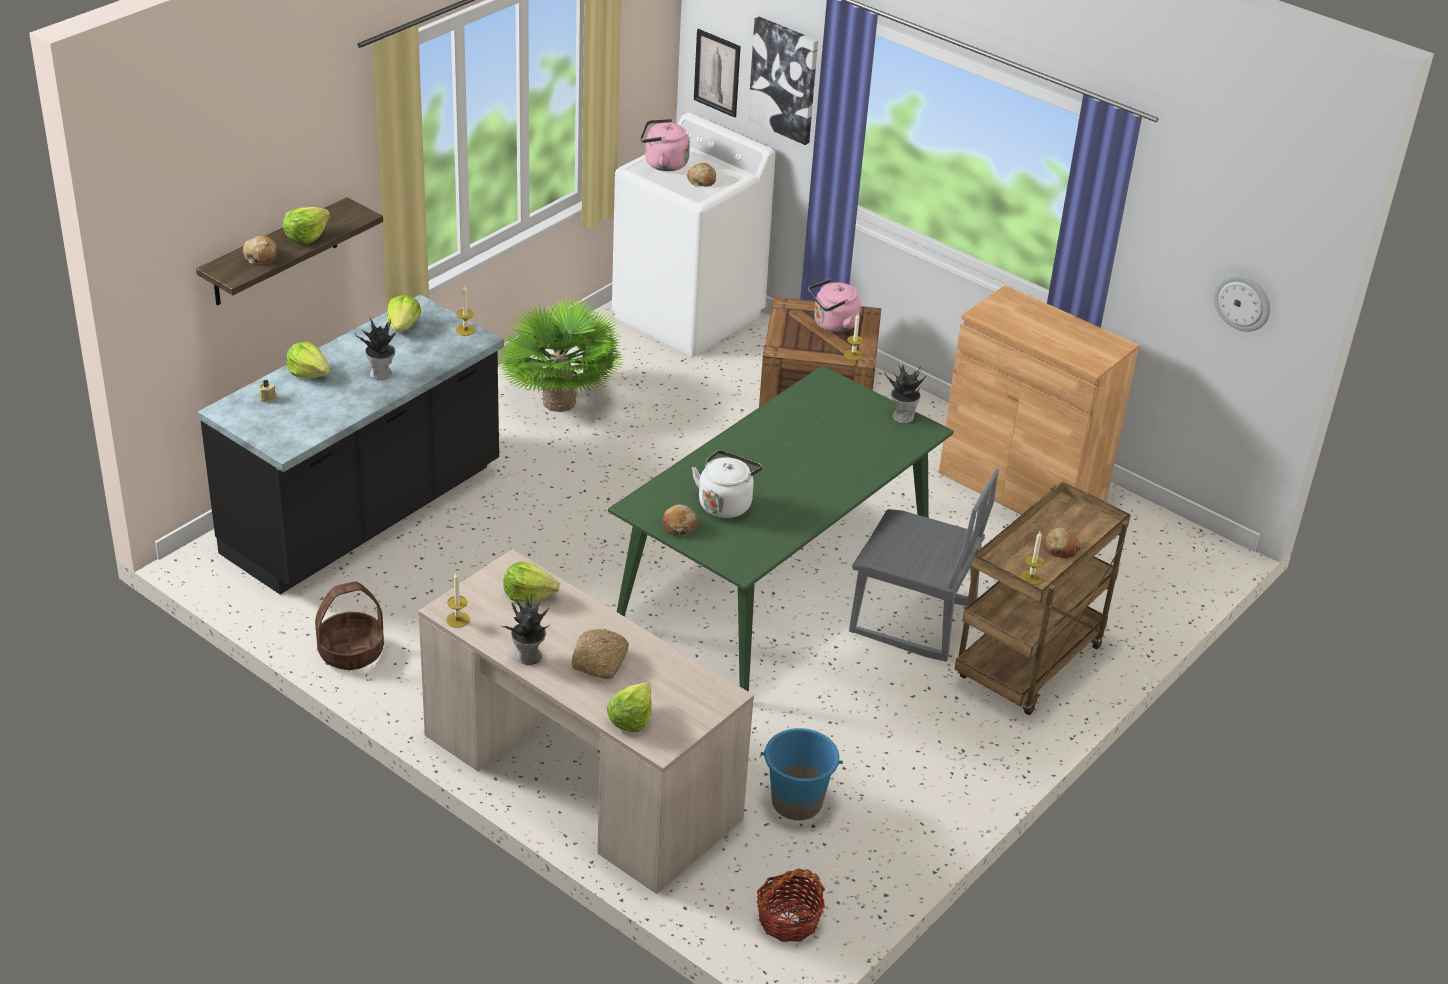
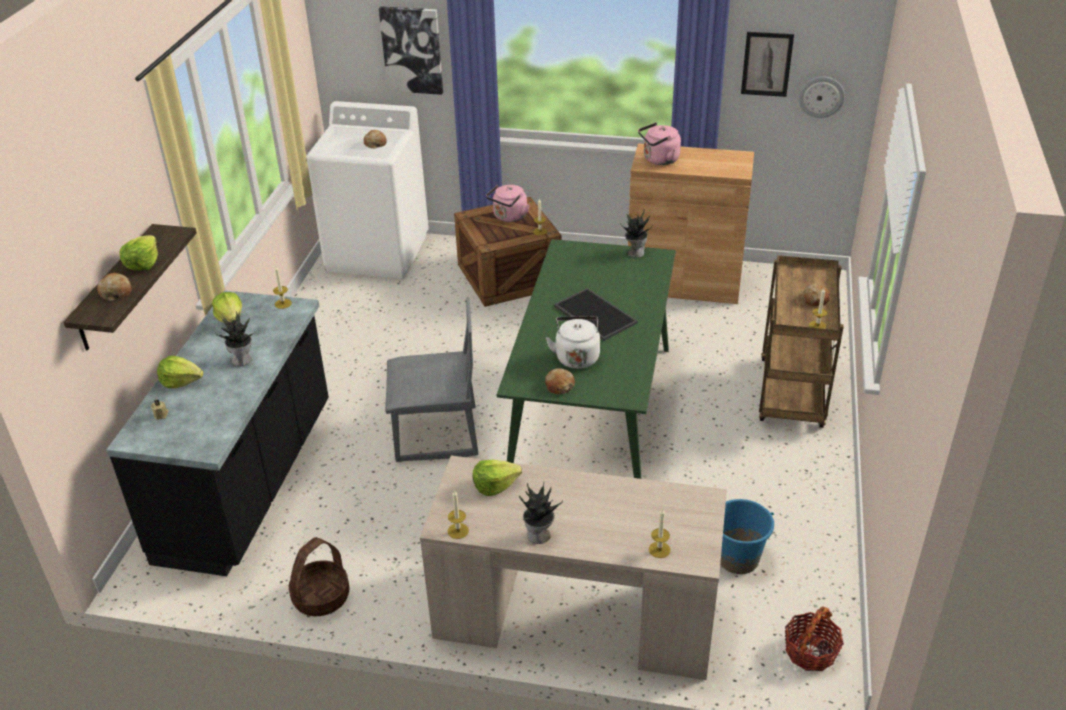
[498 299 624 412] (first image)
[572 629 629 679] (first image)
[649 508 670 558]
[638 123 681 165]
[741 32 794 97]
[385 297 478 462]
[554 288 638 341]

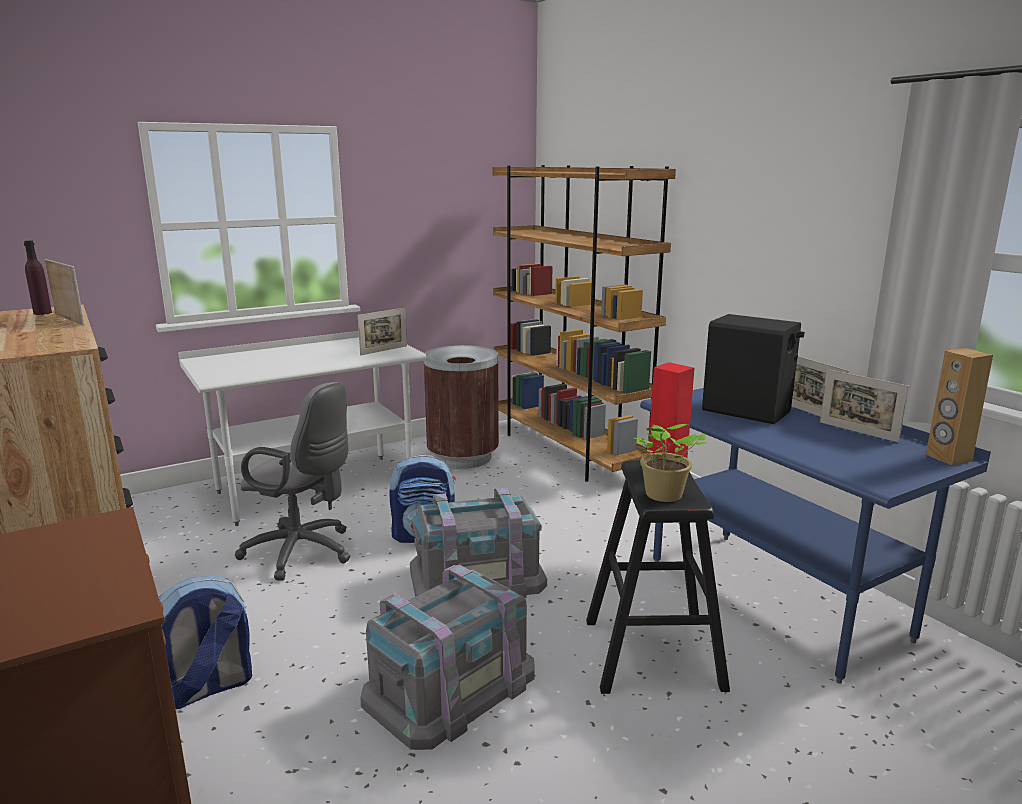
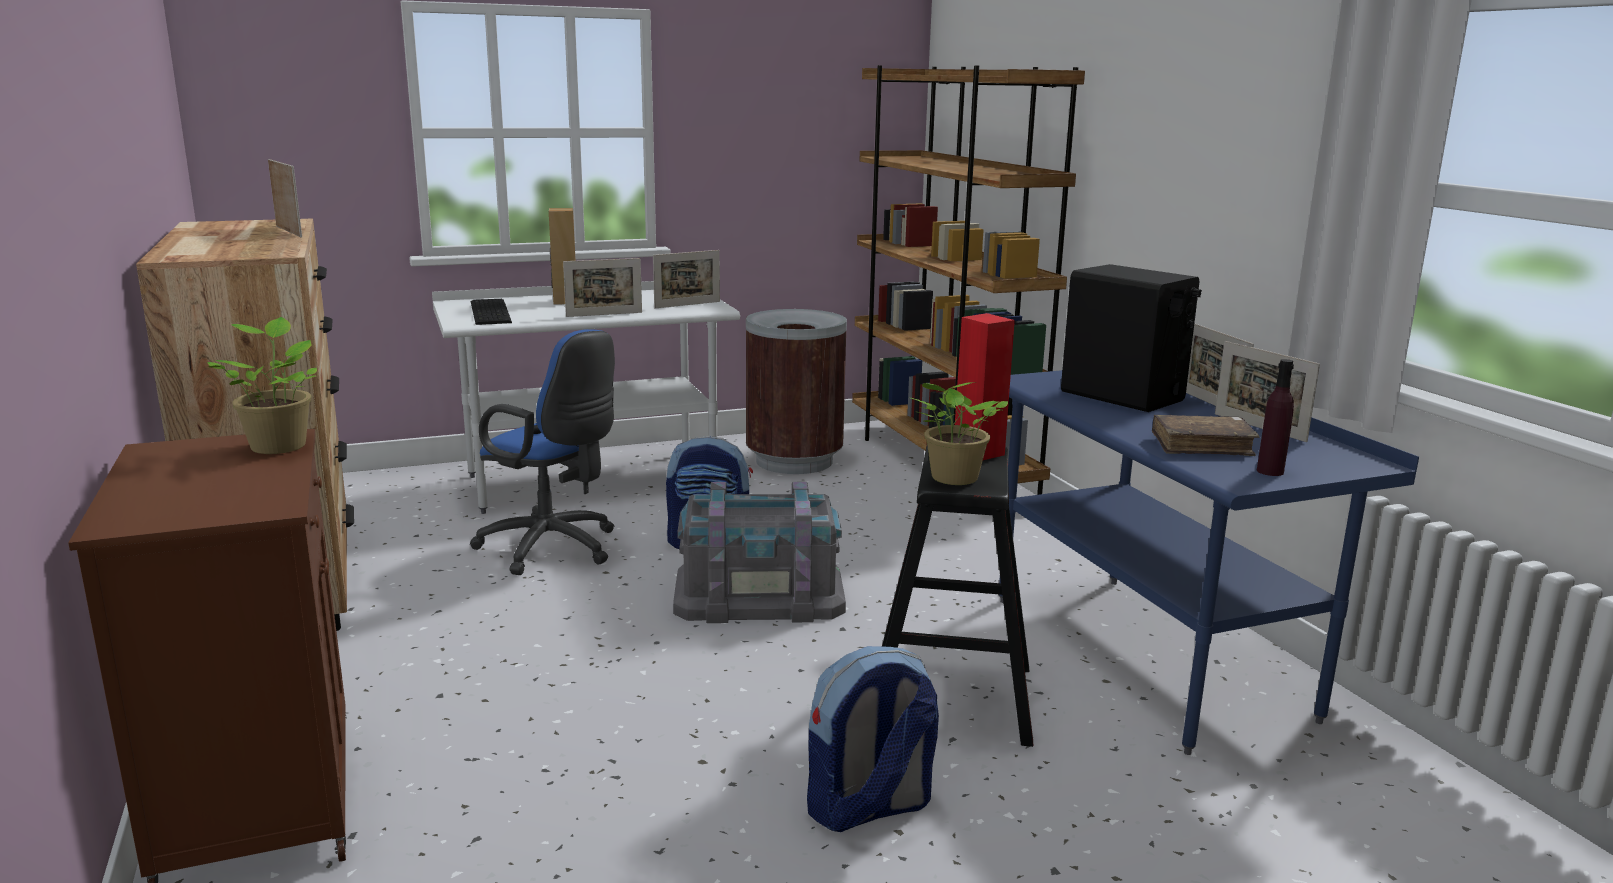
[1257 359 1294 476]
[807 646 939 832]
[470 329 615 575]
[361 565 535 750] (first image)
[549 208 575 305]
[207 317 317 454]
[471 299 512 325]
[563 258 642 317]
[1152 415 1260 456]

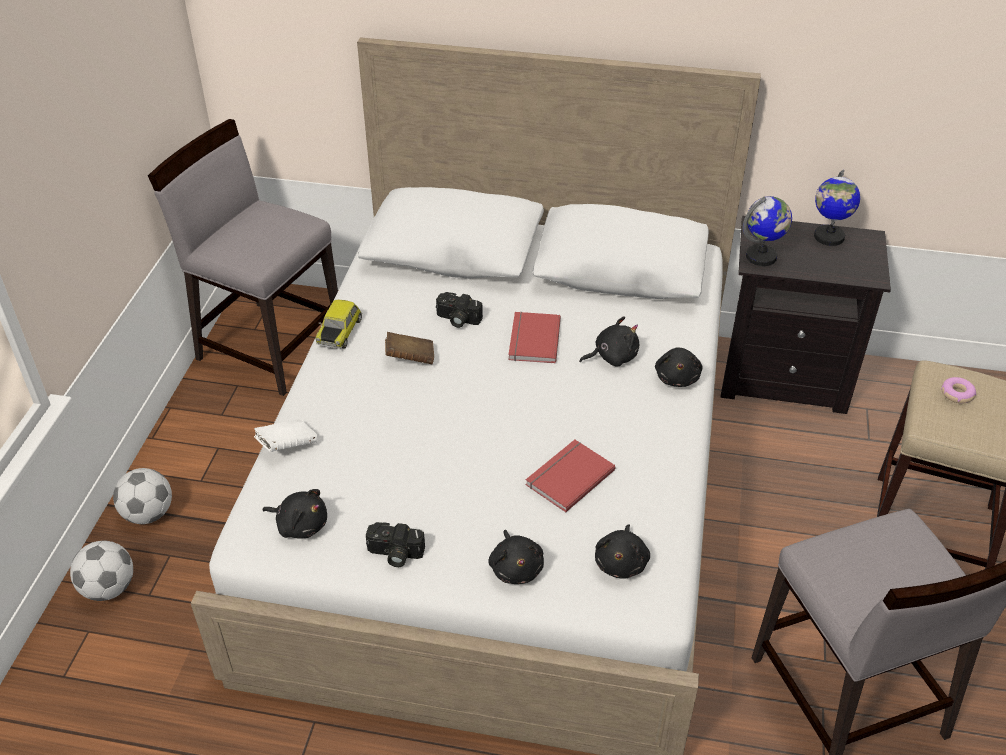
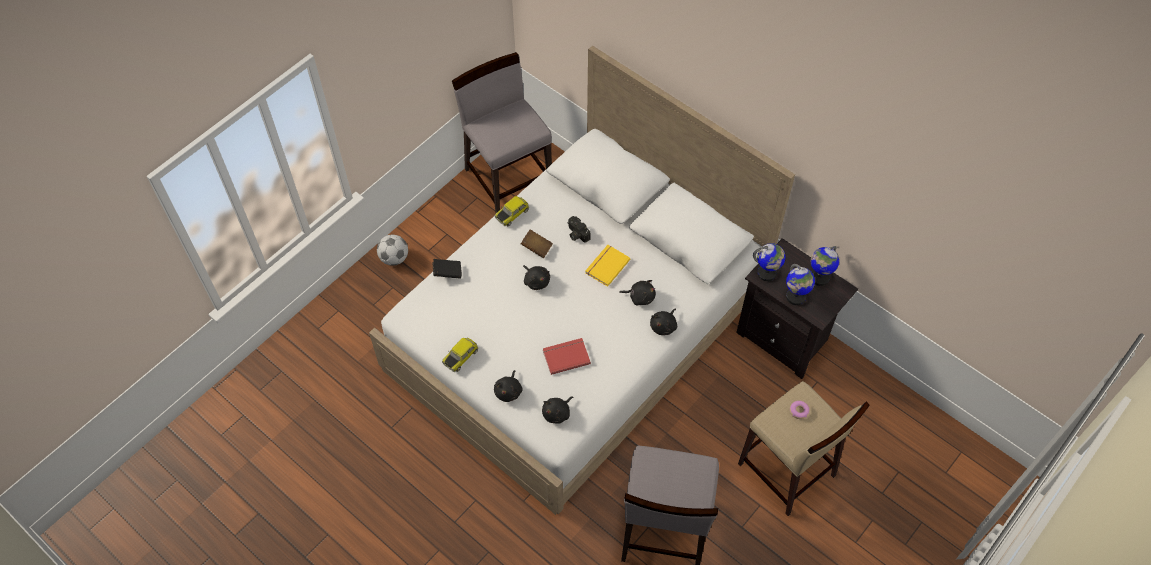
[70 540 133 601] (first image)
[433 259 462 279]
[523 265 550 290]
[442 338 479 372]
[585 245 630 287]
[786 264 815 305]

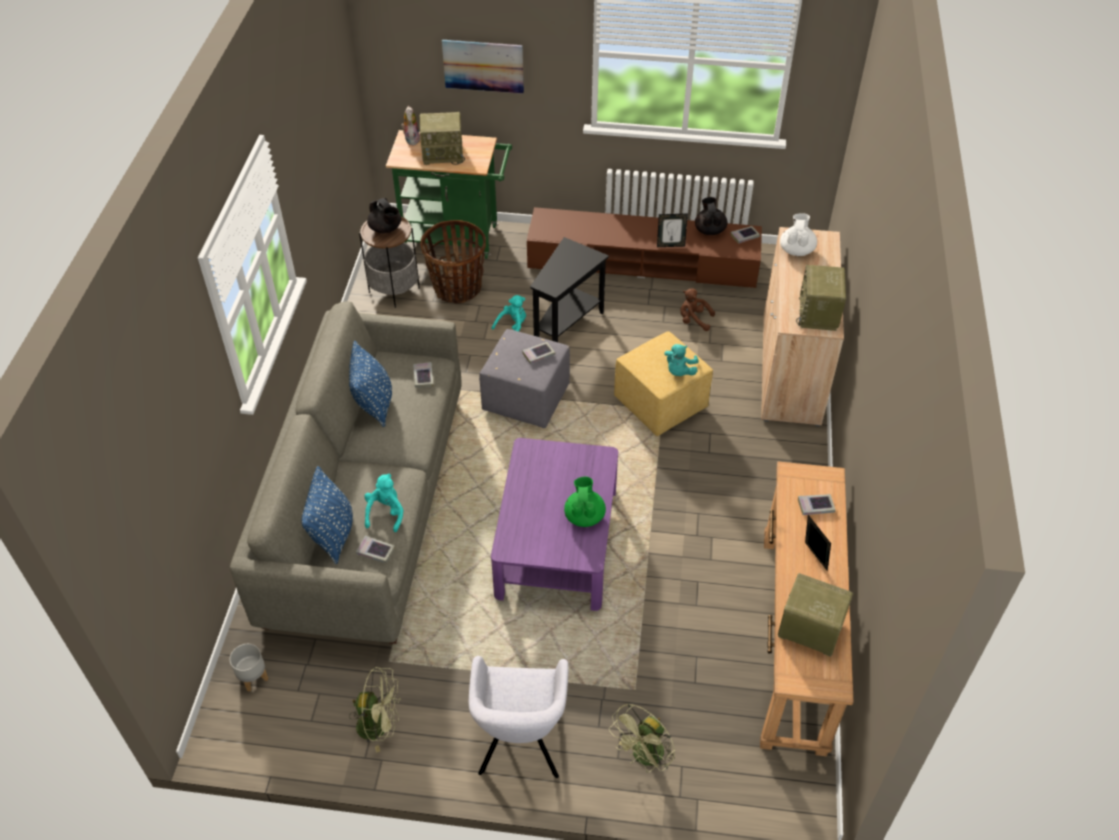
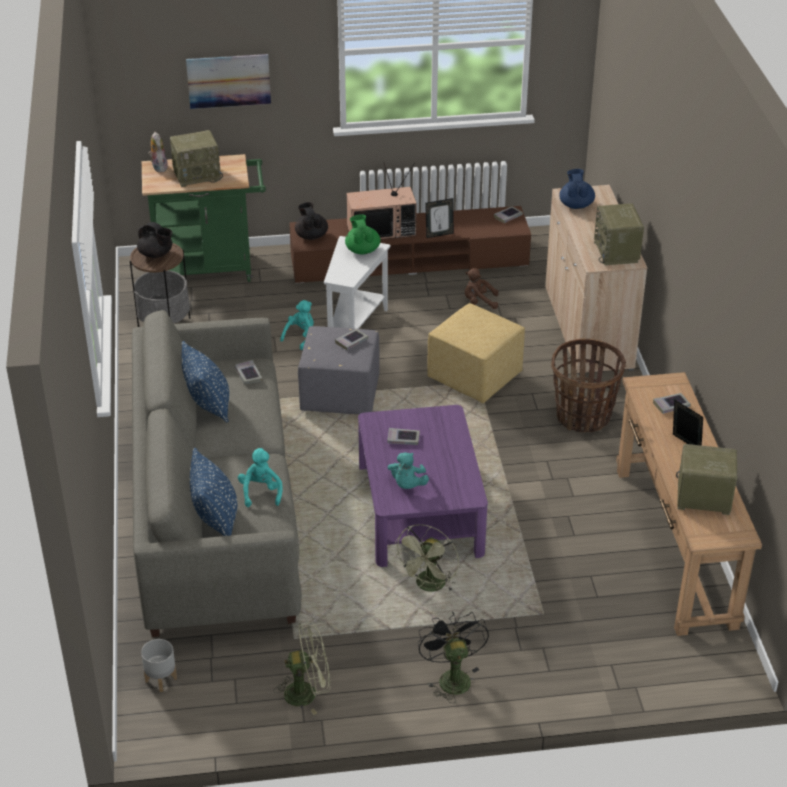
[387 428 420 445]
[551 338 626 432]
[418 612 489 703]
[324 236 390 329]
[345 214 380 255]
[393 524 459 592]
[388 452 429 489]
[295 202 328 240]
[559 169 595 209]
[346 162 417 240]

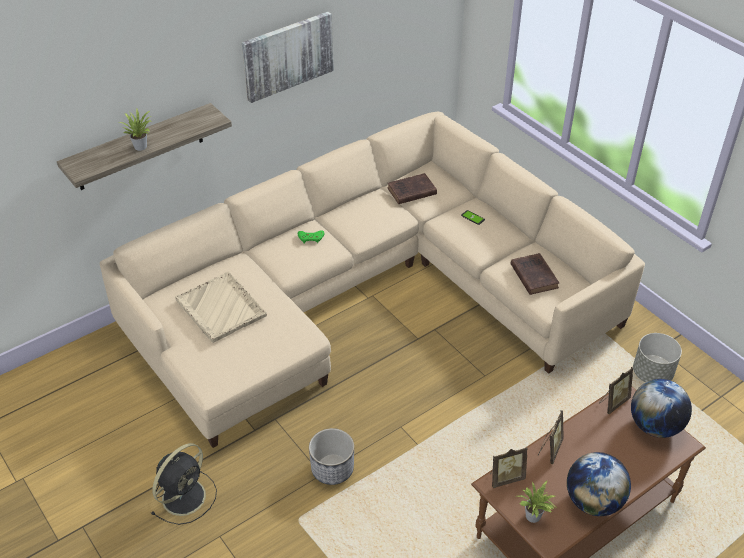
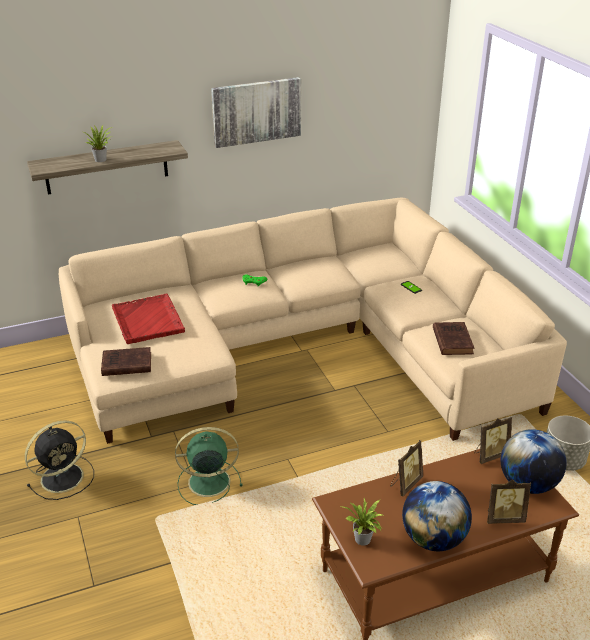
[112 293 185 344]
[175 427 243 505]
[101 347 151 376]
[487 479 531 524]

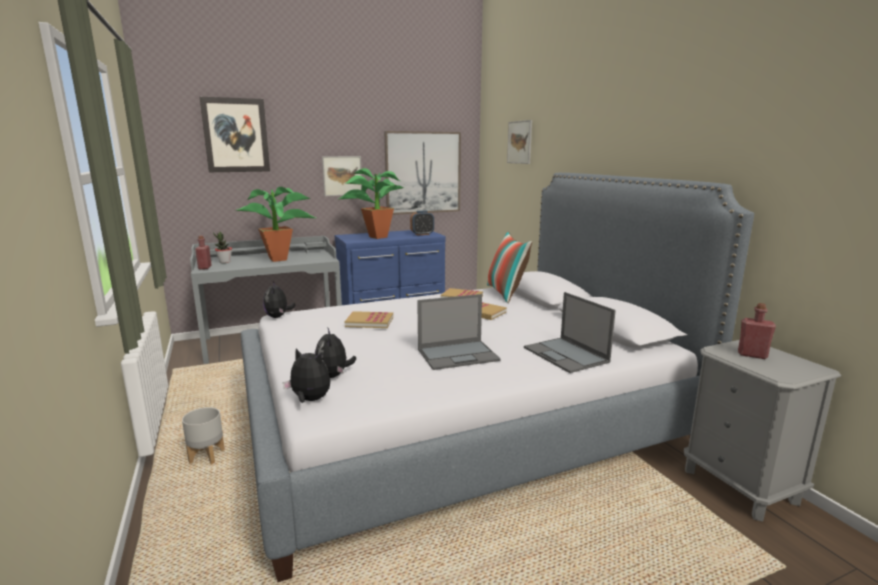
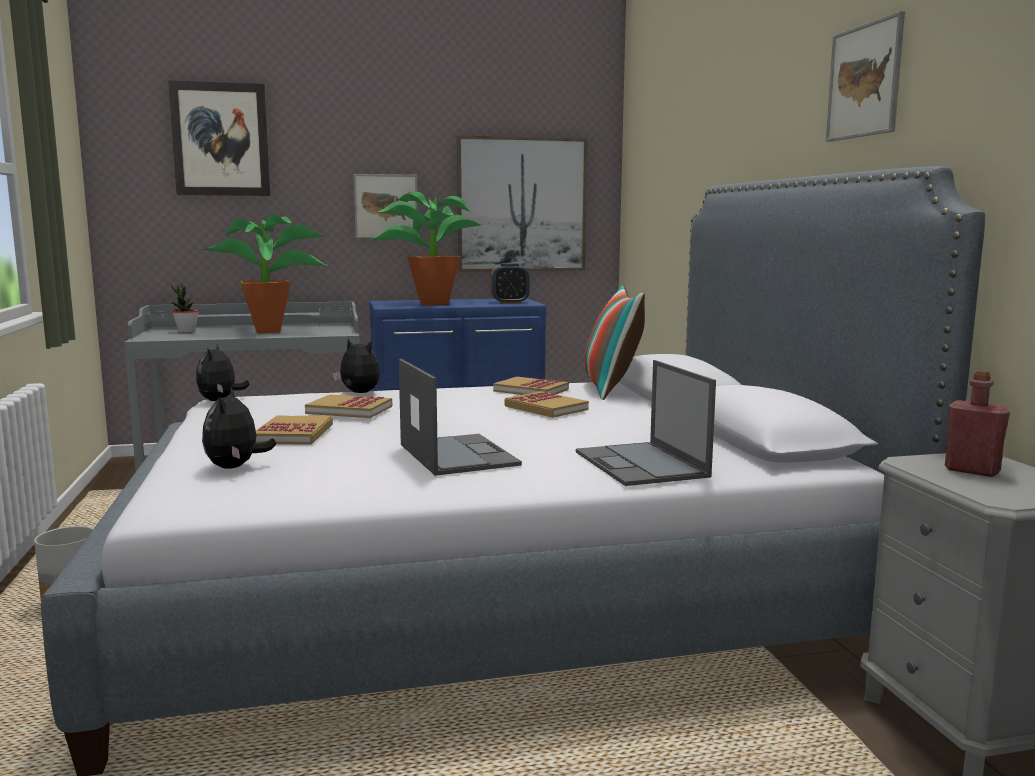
[195 236 212 270] (first image)
[333 339 380 393]
[399 359 522 476]
[826 11 905 142]
[256 416 333 445]

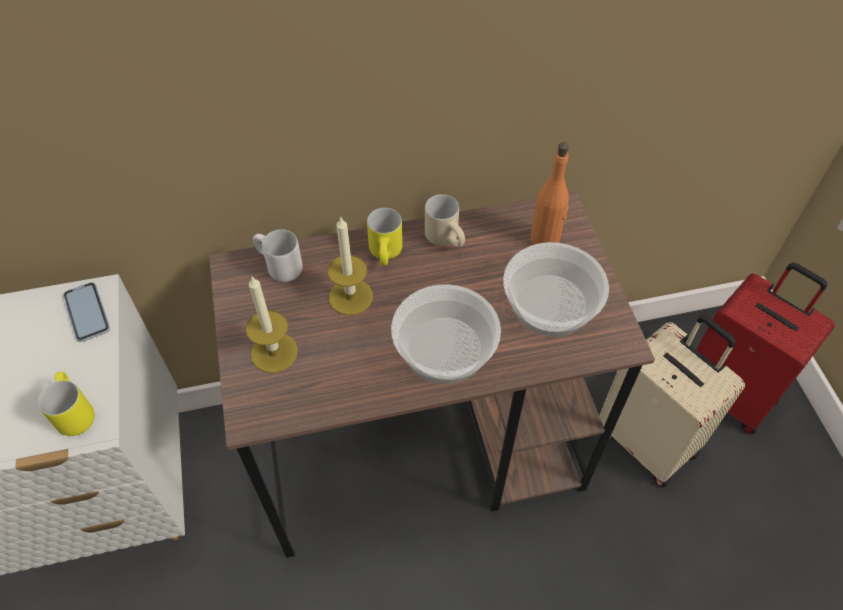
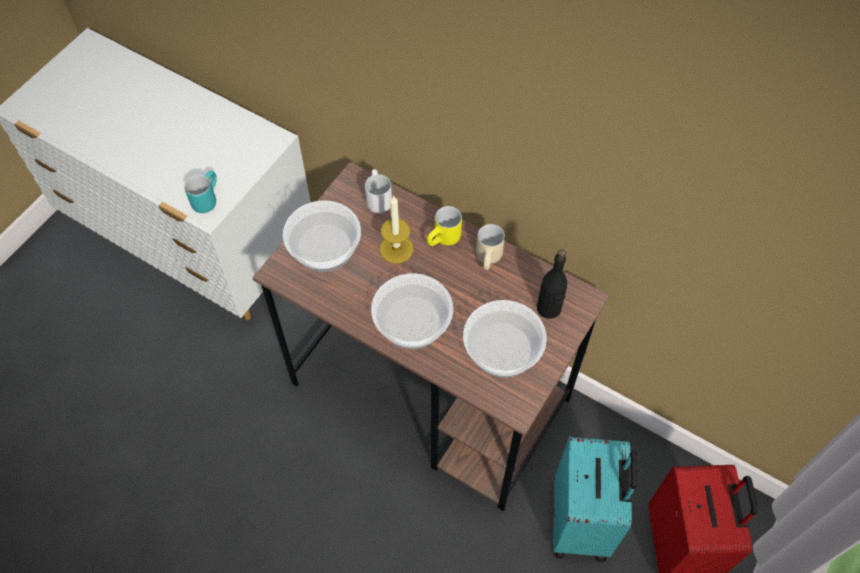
[184 171 217 213]
[63 282 110 342] (first image)
[283 200 361 272]
[537 249 567 319]
[553 437 638 562]

